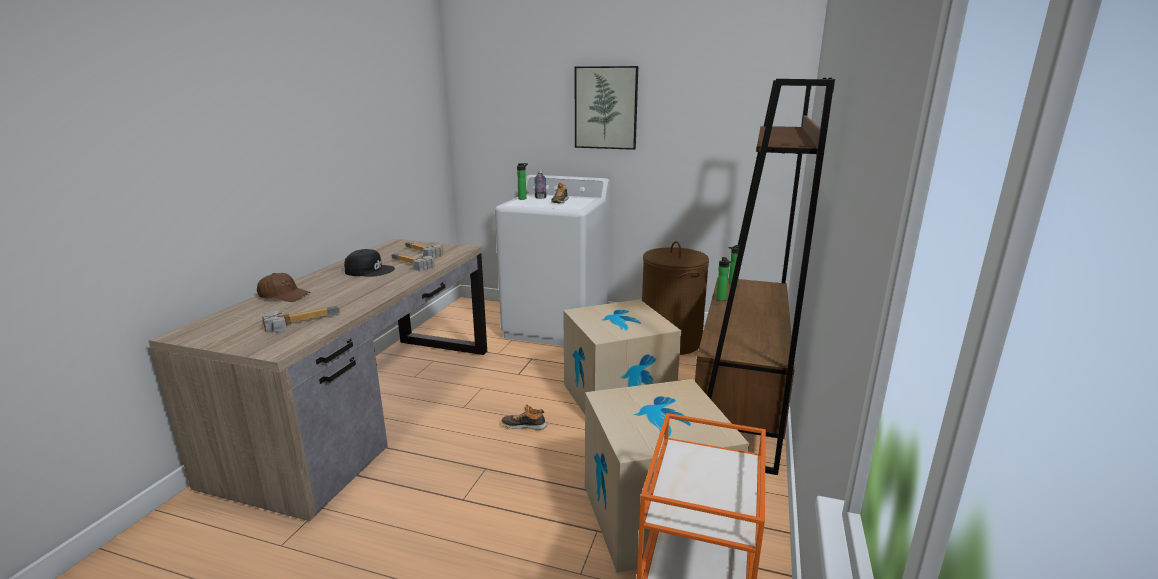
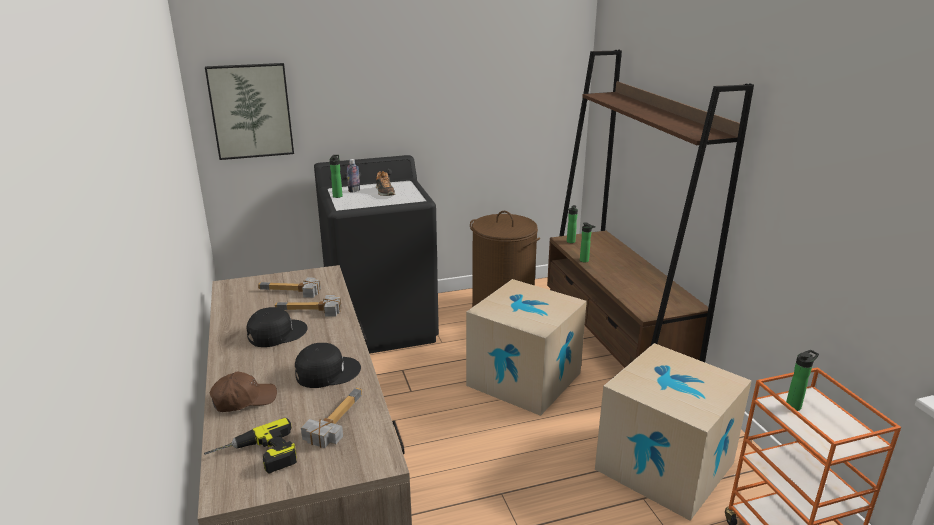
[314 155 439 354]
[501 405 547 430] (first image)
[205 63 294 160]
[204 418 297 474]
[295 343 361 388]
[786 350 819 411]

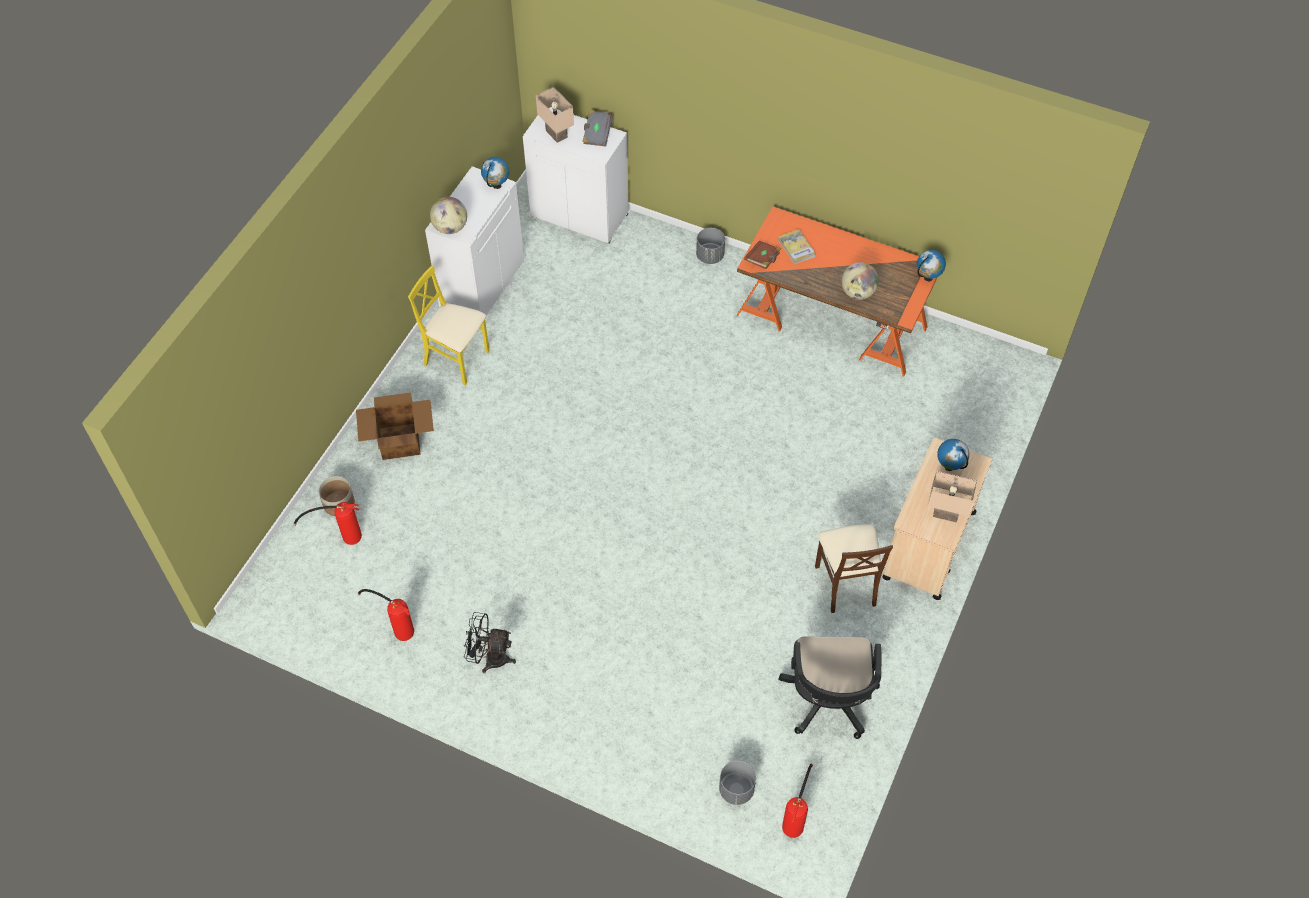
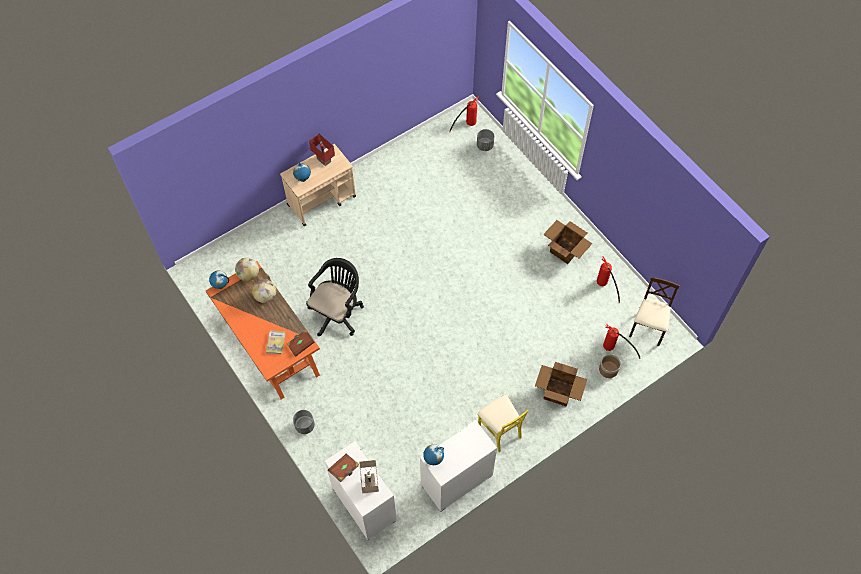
[235 258 259 281]
[543 220 592 264]
[328 454 359 482]
[306 258 364 336]
[629 277 680 346]
[309 134 335 166]

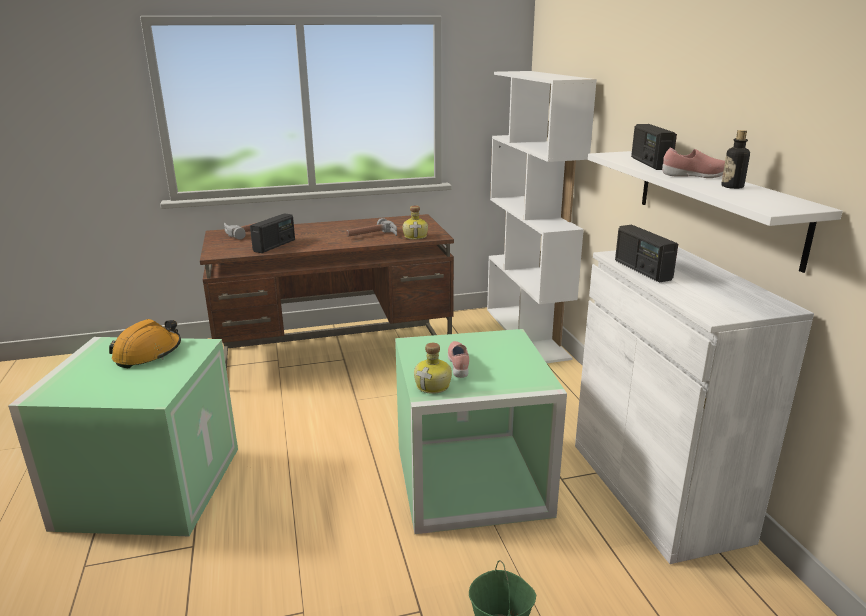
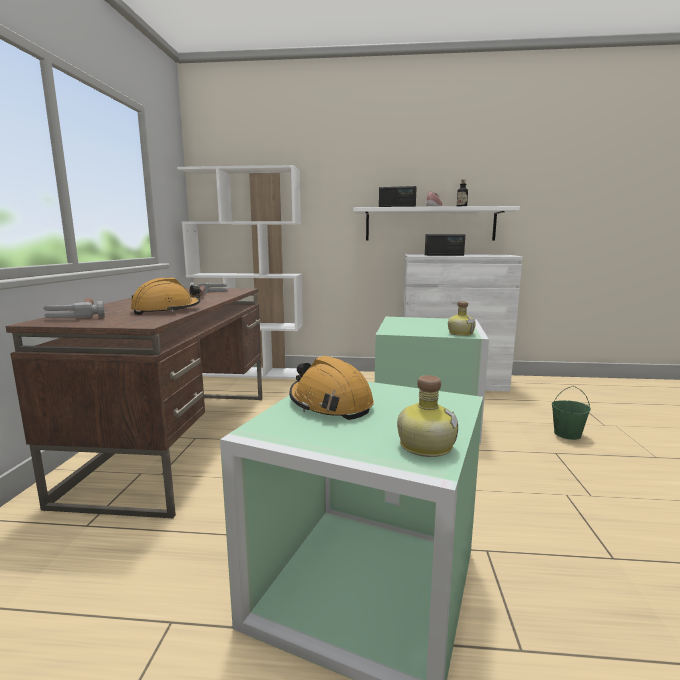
[131 278 201 315]
[397 375 458 457]
[448 341 469 378] (first image)

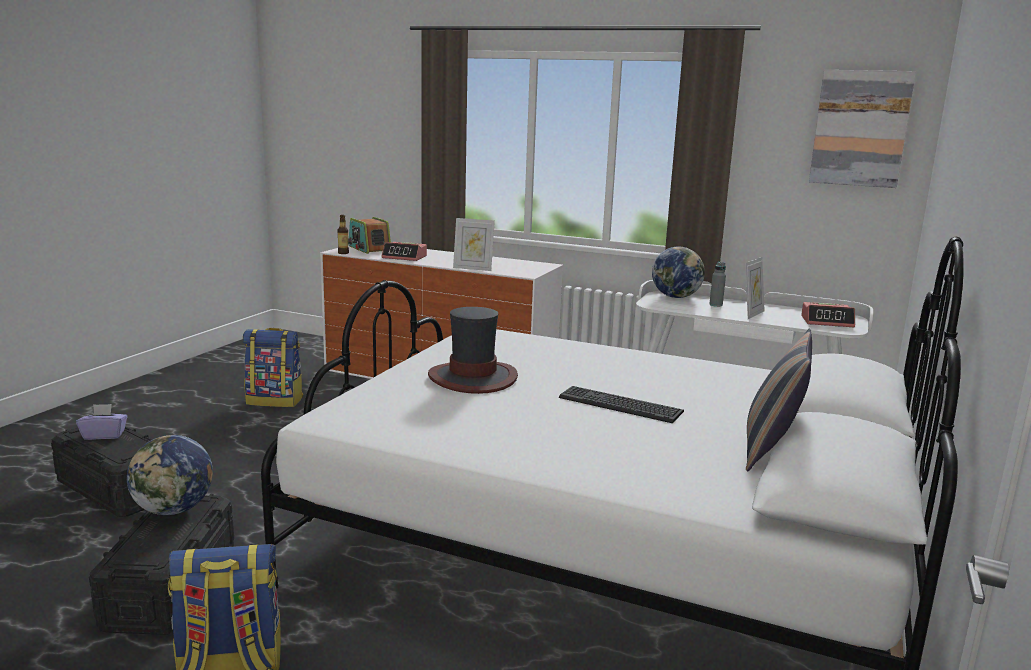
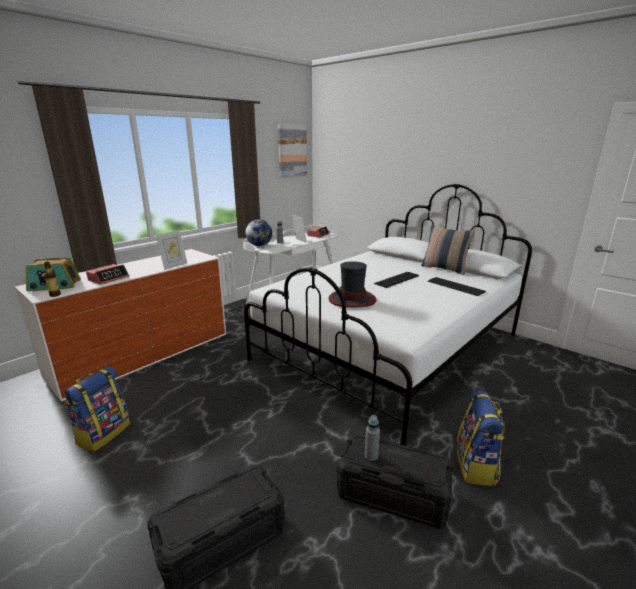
[76 404 128 440] (first image)
[365 415 380 461]
[428 277 486 296]

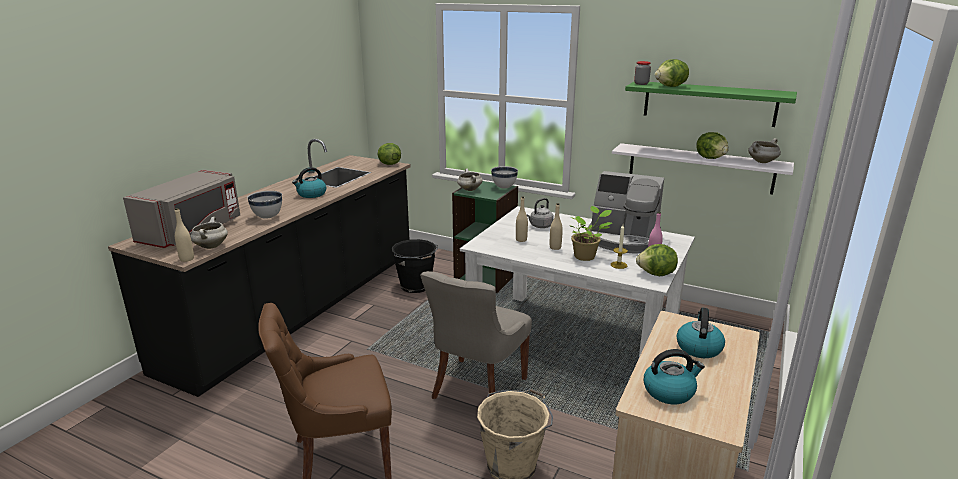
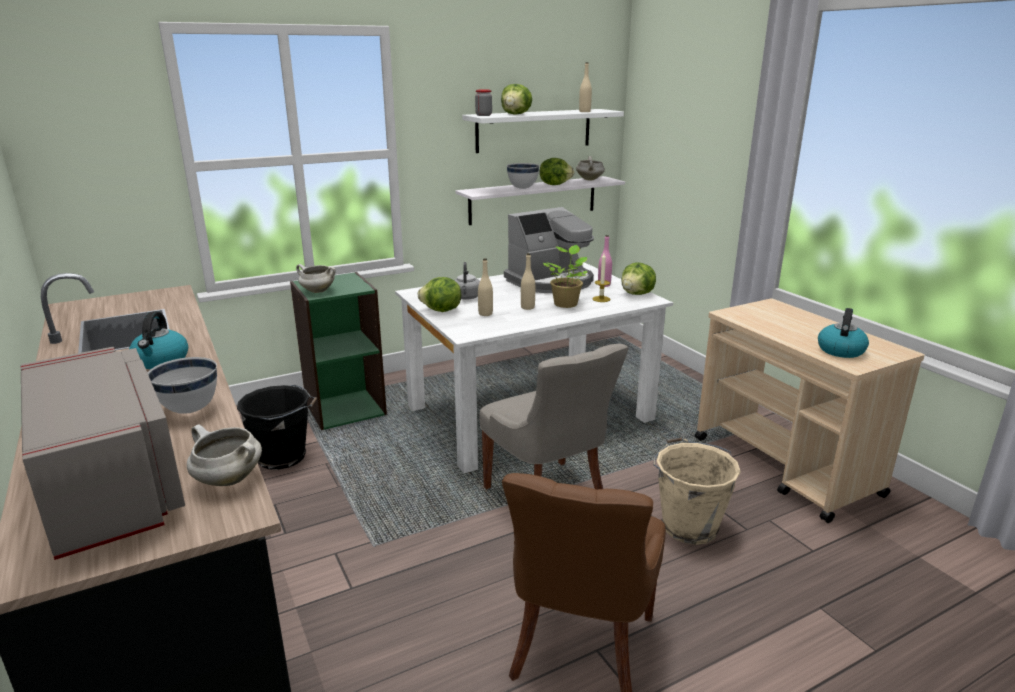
[579 62 592 112]
[417 277 461 312]
[506 163 539 189]
[462 109 624 153]
[677 307 725 358] (first image)

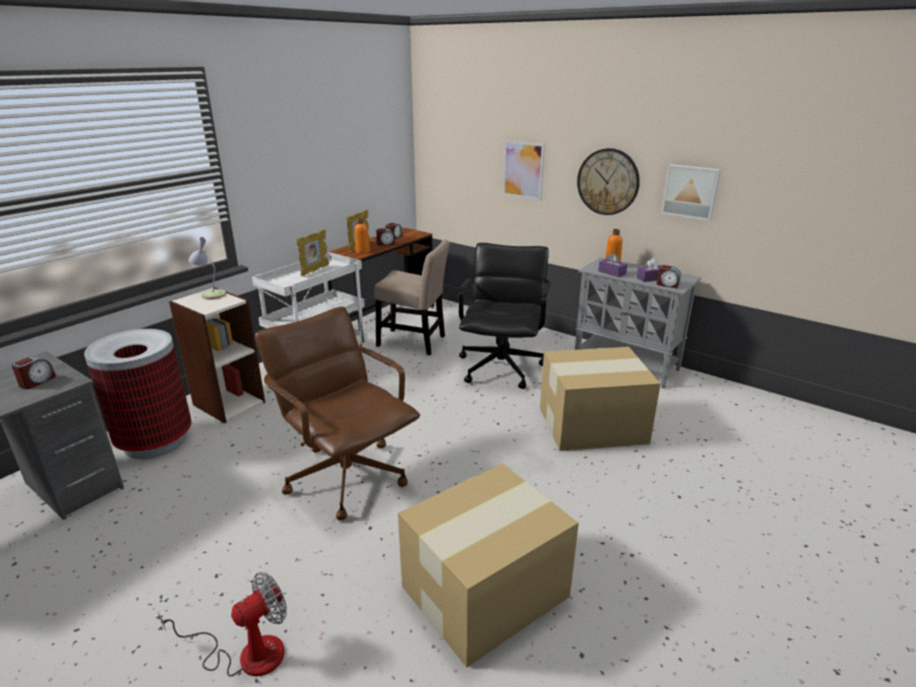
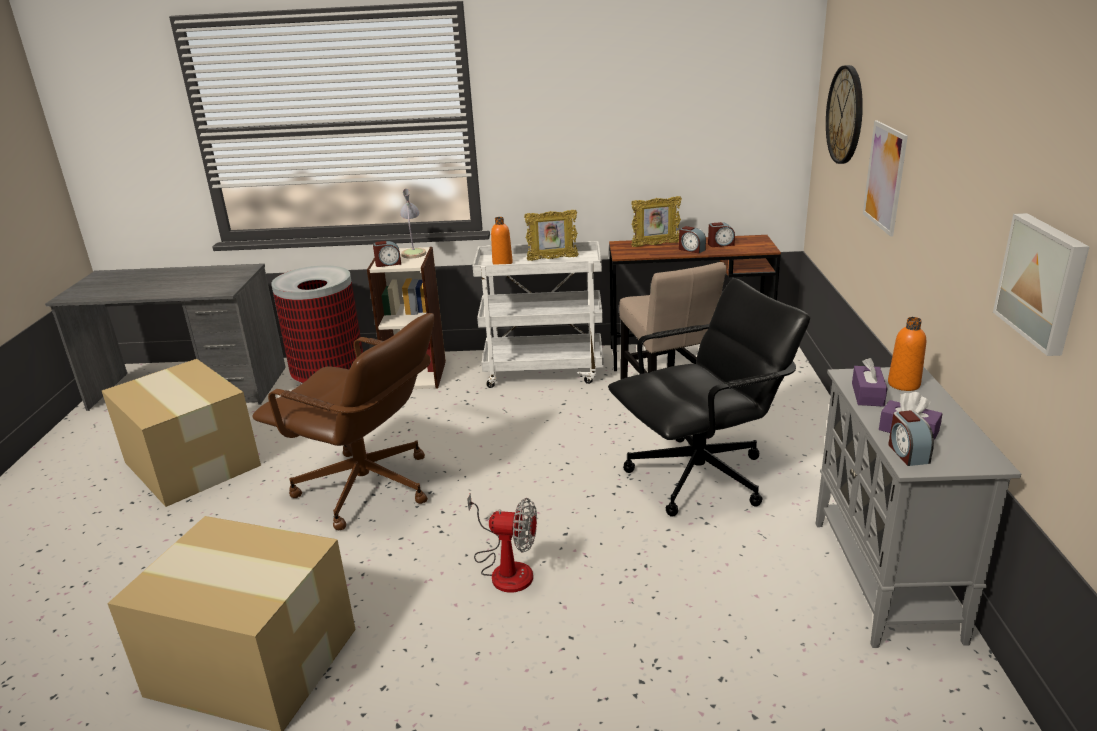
[373 241 401 267]
[467 493 537 593]
[252 313 435 530]
[491 217 513 265]
[102 359 261 507]
[826 65 863 164]

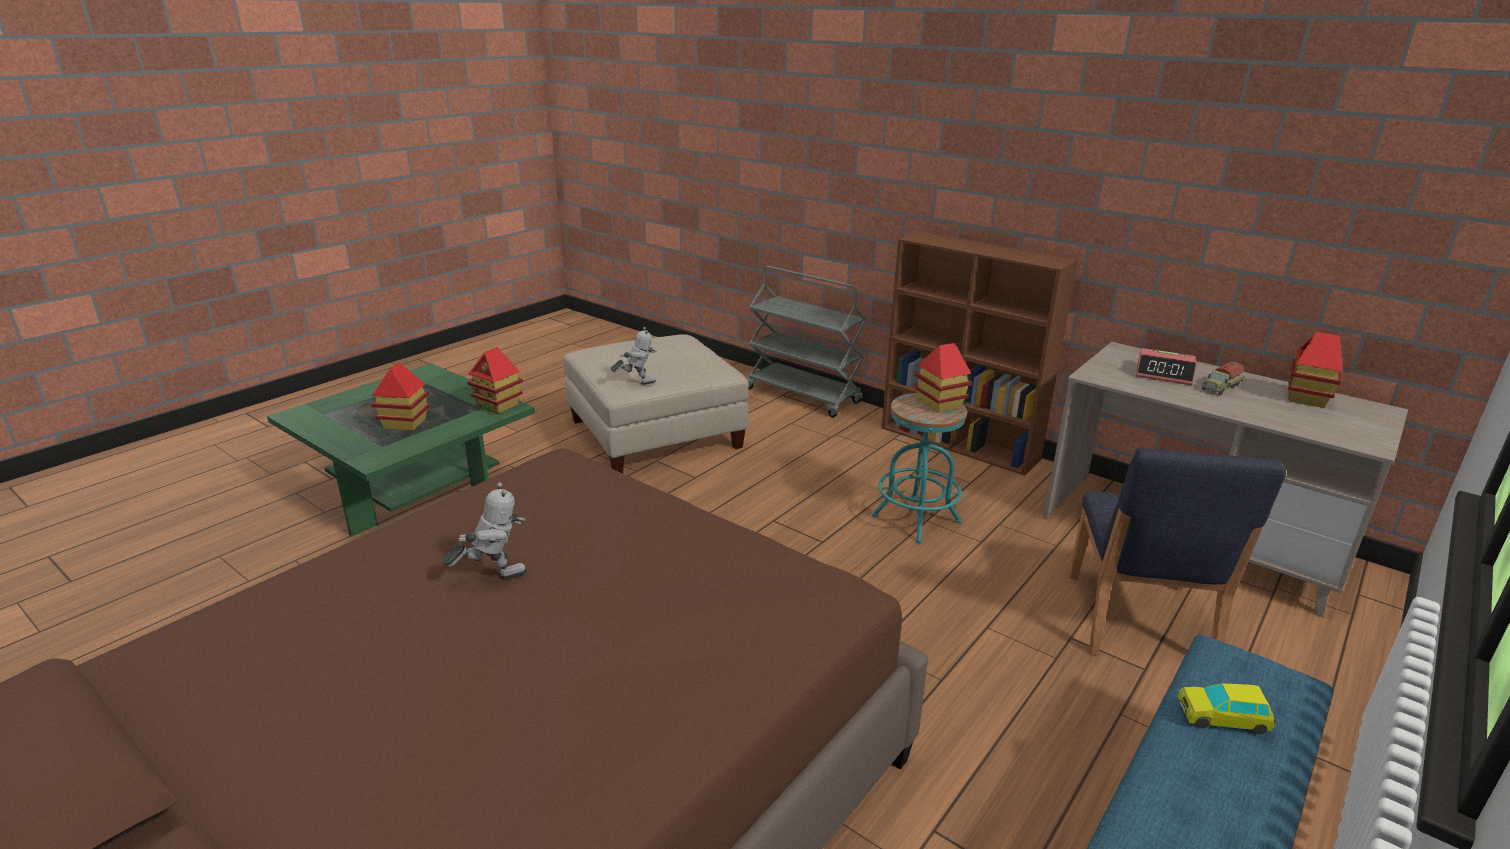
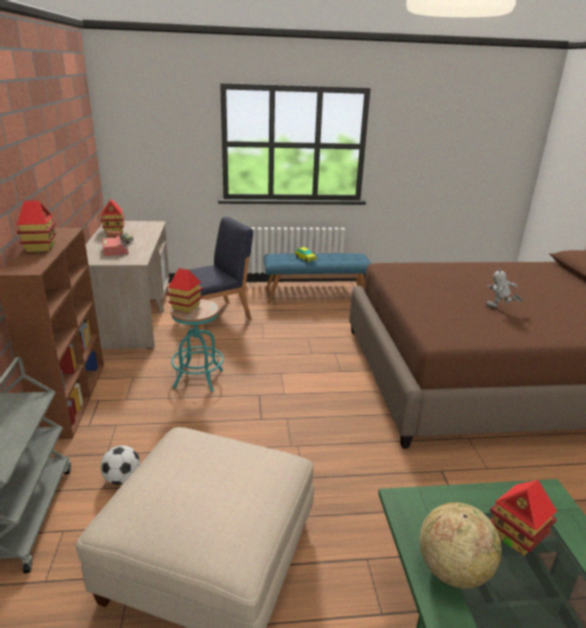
[17 200 56 252]
[610 327 657 385] (first image)
[100 445 140 485]
[419 502 502 588]

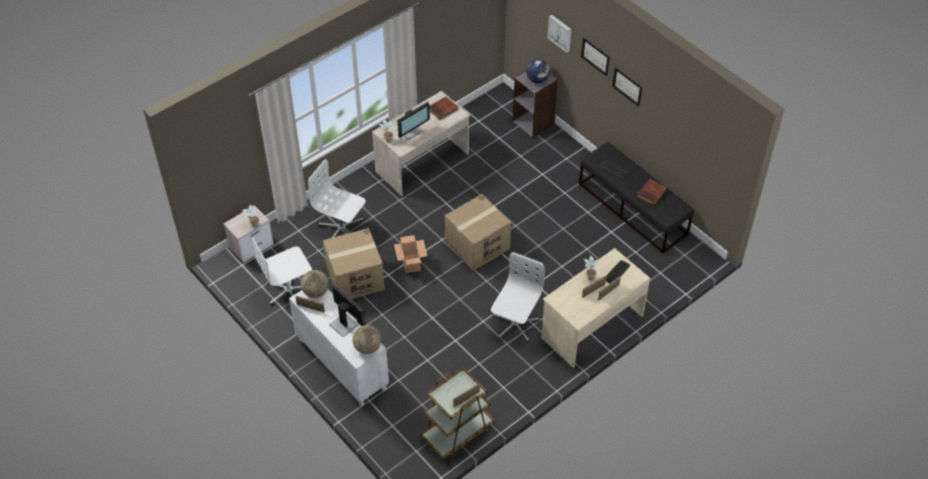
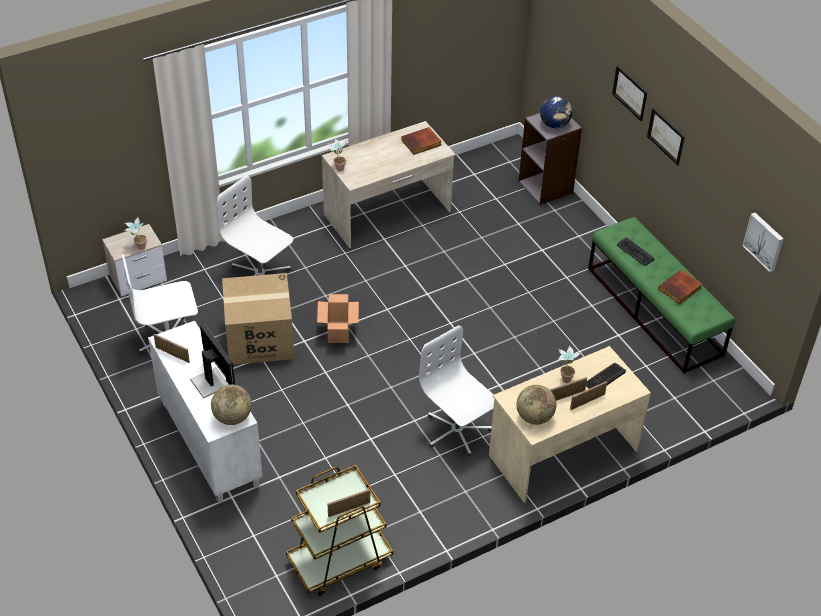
[516 385 556 425]
[397 102 430 140] (first image)
[445 194 511 271] (first image)
[419 325 494 456]
[742 213 784 272]
[588 217 735 374]

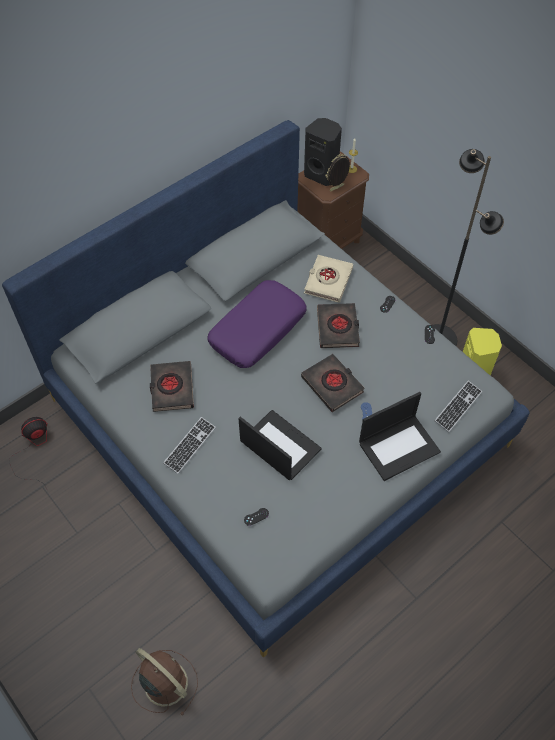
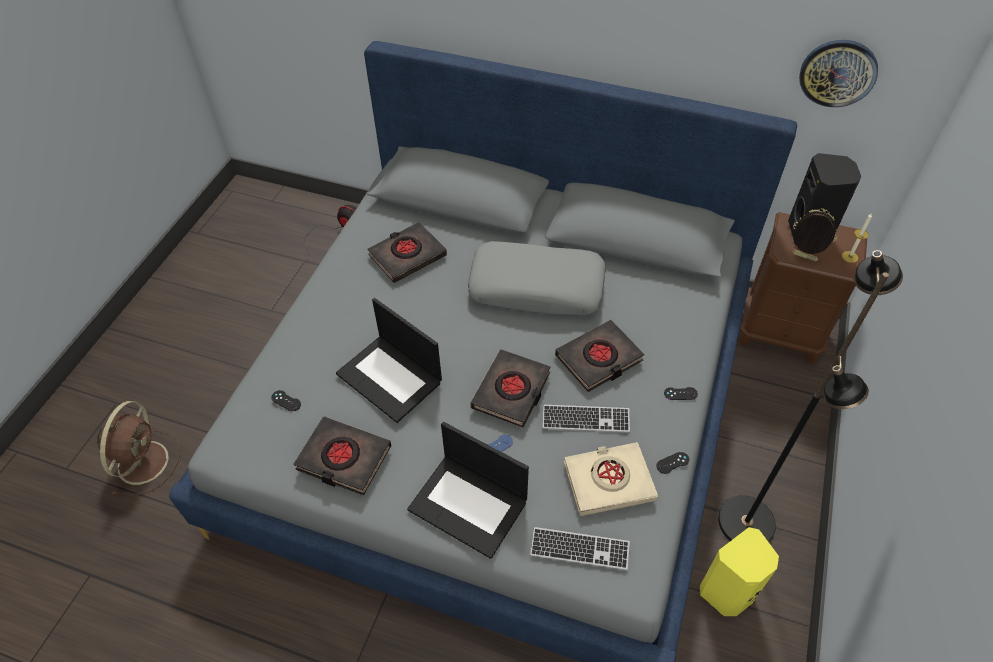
[543 405 630 432]
[468 241 606 315]
[336 298 442 423]
[564 442 658 516]
[293 417 391 496]
[799 40 878 107]

